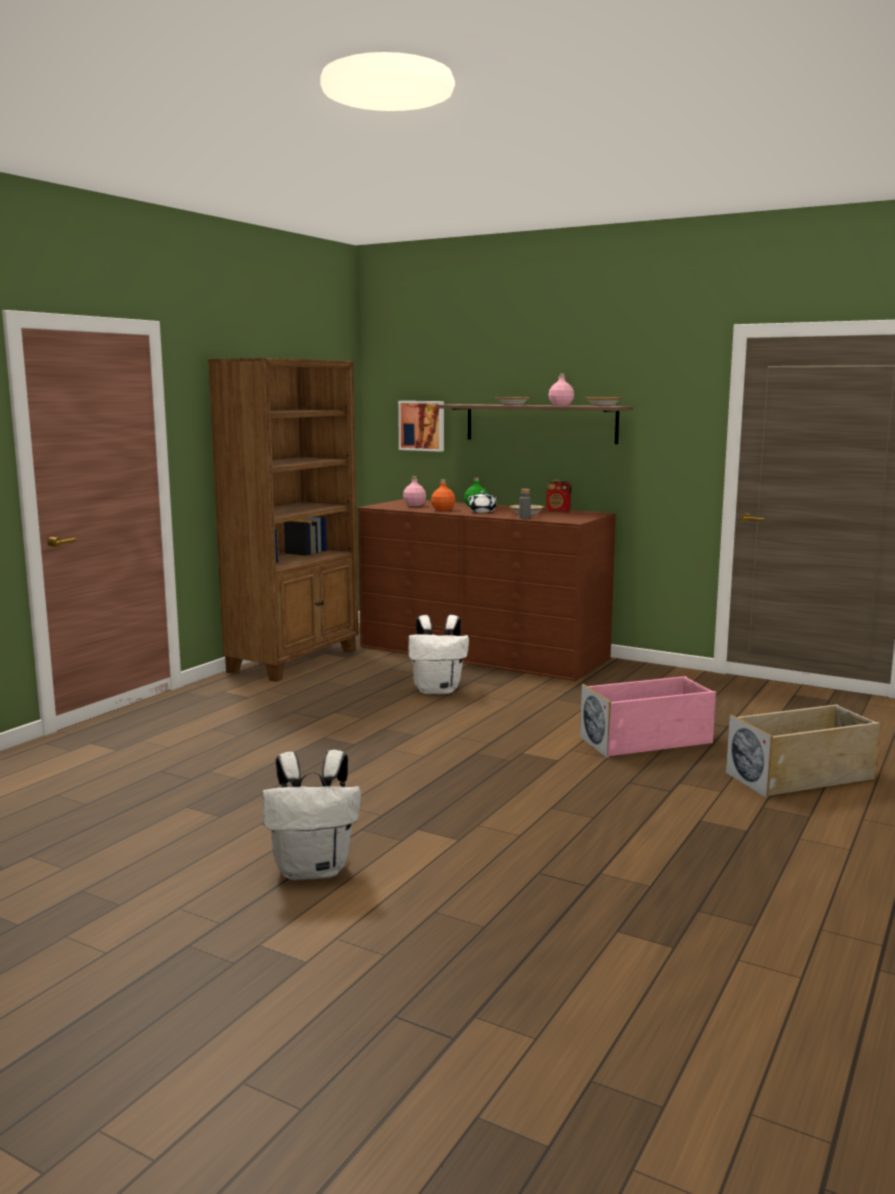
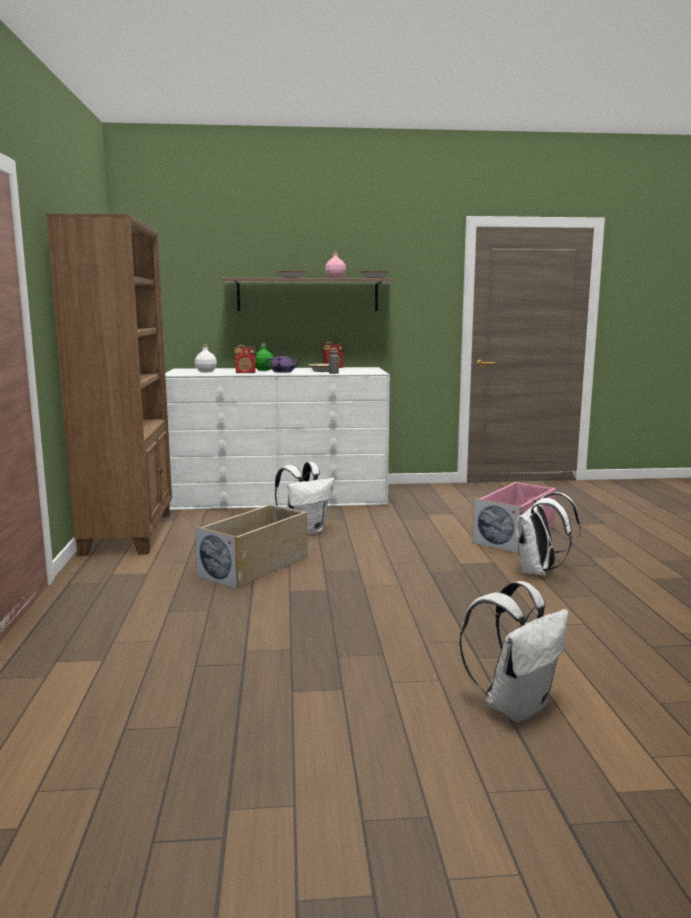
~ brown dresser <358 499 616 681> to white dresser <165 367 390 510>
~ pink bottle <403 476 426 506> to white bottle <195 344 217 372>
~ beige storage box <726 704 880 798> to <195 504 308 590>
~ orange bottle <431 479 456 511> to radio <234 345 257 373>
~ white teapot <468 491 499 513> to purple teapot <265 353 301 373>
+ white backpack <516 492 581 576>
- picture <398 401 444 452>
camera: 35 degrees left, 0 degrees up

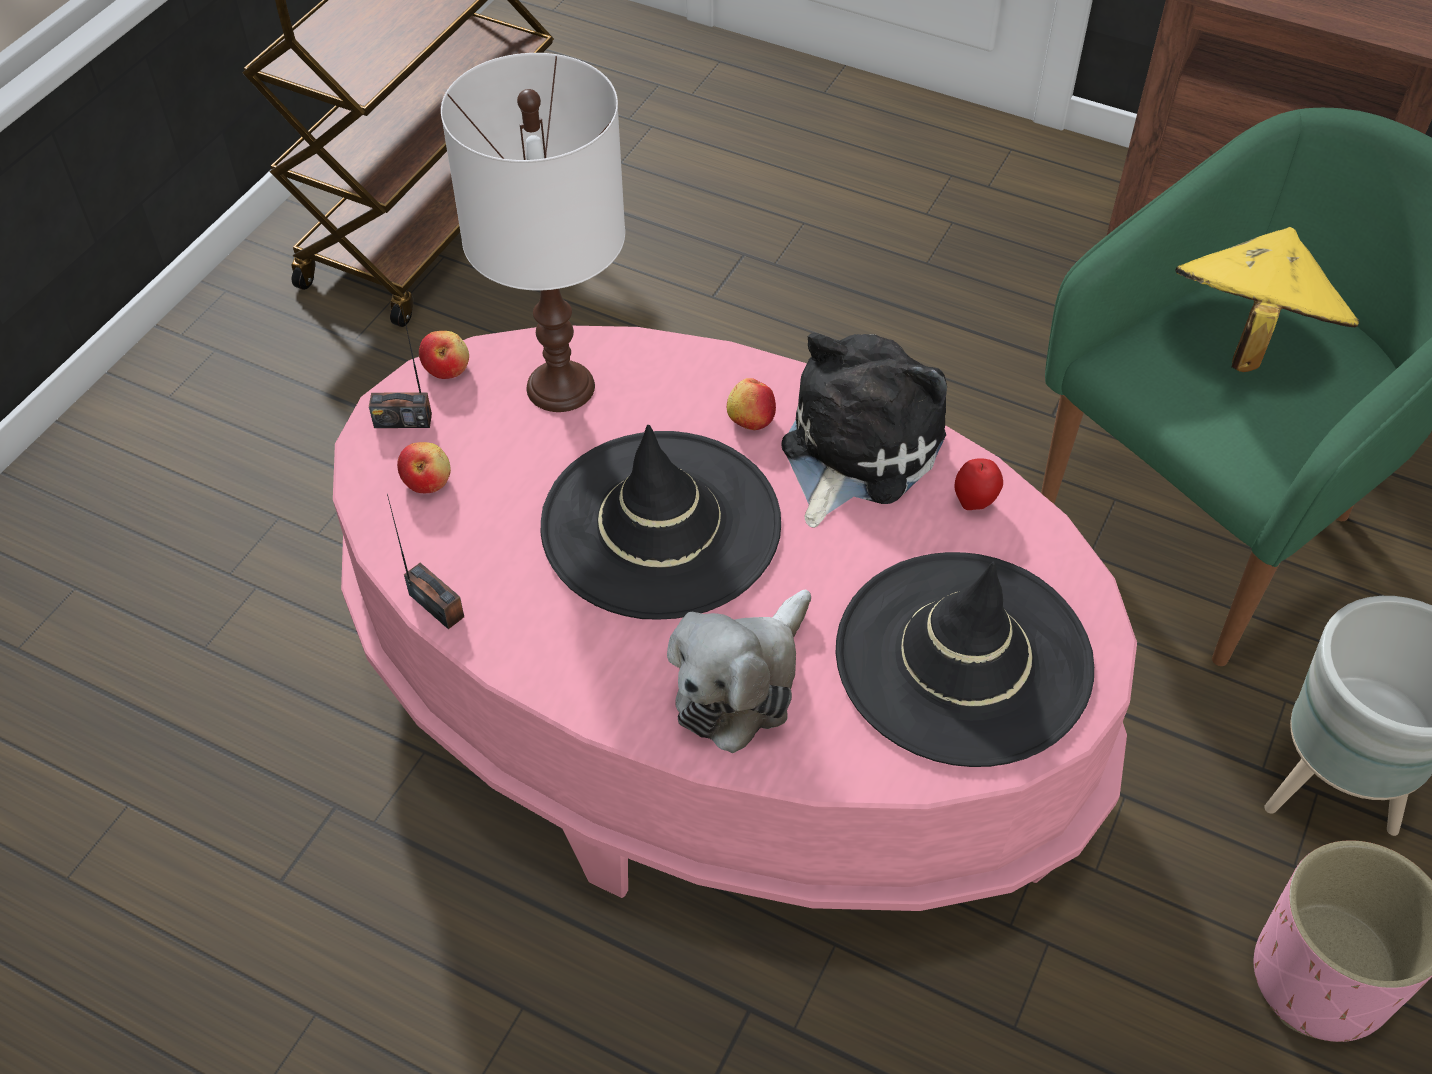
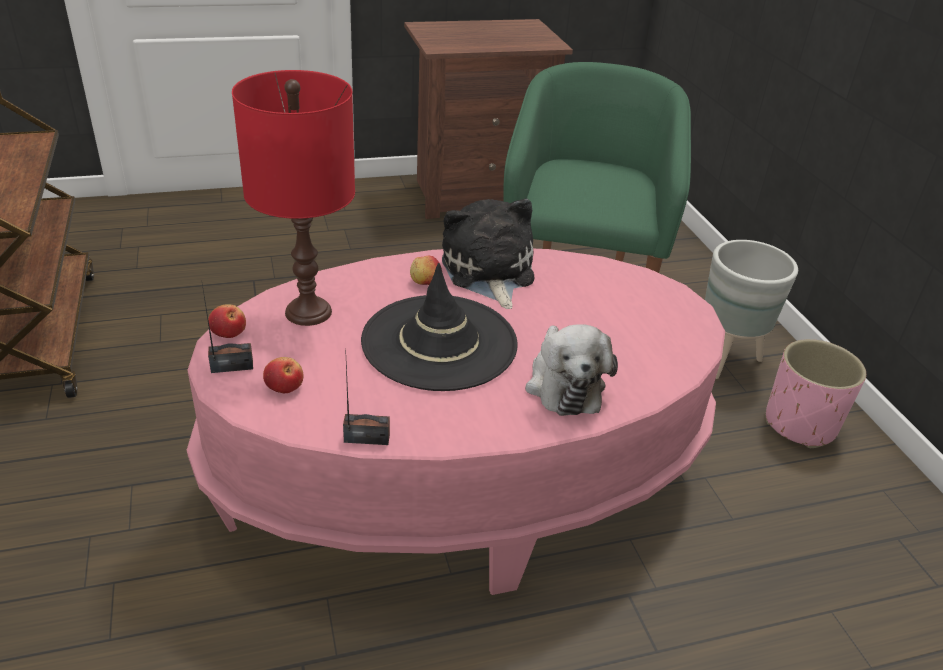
~ radio <369 304 432 428> = <201 280 253 373> 150 degrees counterclockwise
~ white table lamp <441 53 625 412> to red table lamp <232 70 355 326>
- black hat <835 552 1094 767>
- apple <955 458 1003 510>
- yellow hat <1175 227 1359 372>
camera: 45 degrees left, 15 degrees down

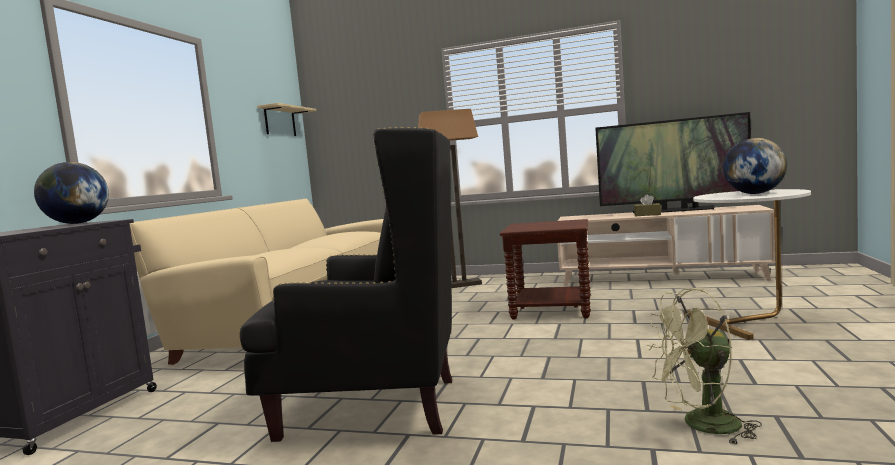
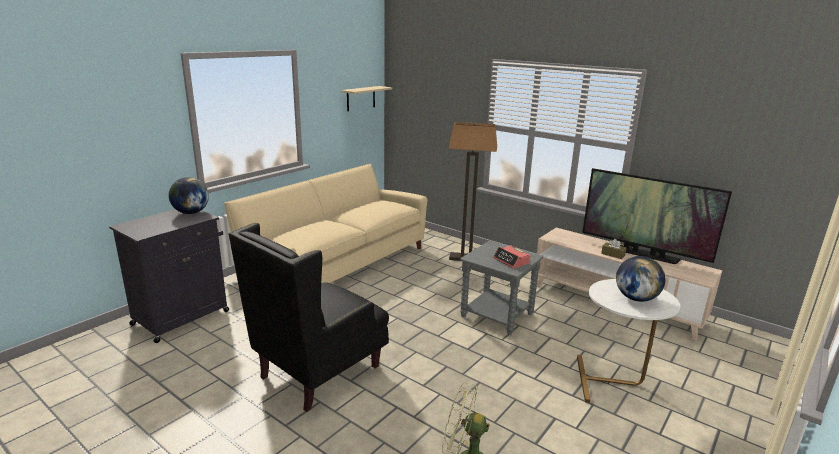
~ black armchair <240 127 452 442> = <228 223 389 412> 105 degrees clockwise
~ brown side table <500 219 591 320> to grey side table <460 241 543 335>
+ alarm clock <493 245 531 268>
camera: 20 degrees right, 15 degrees up

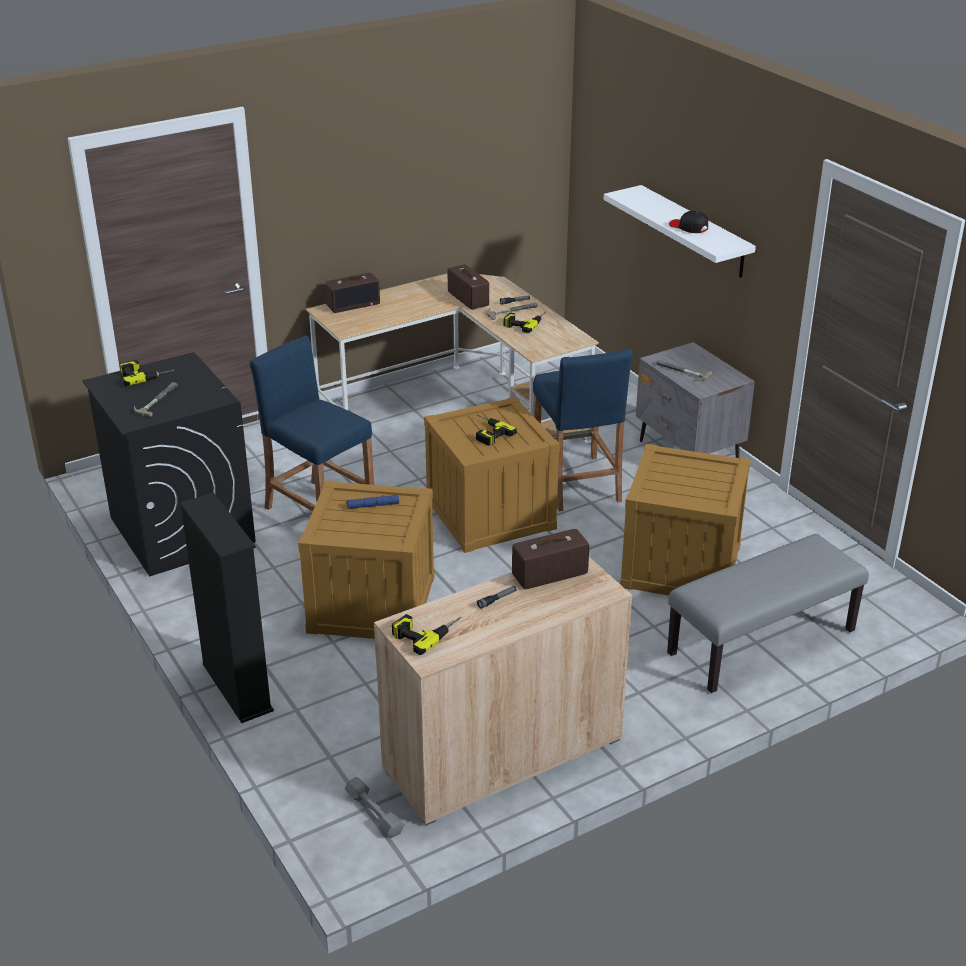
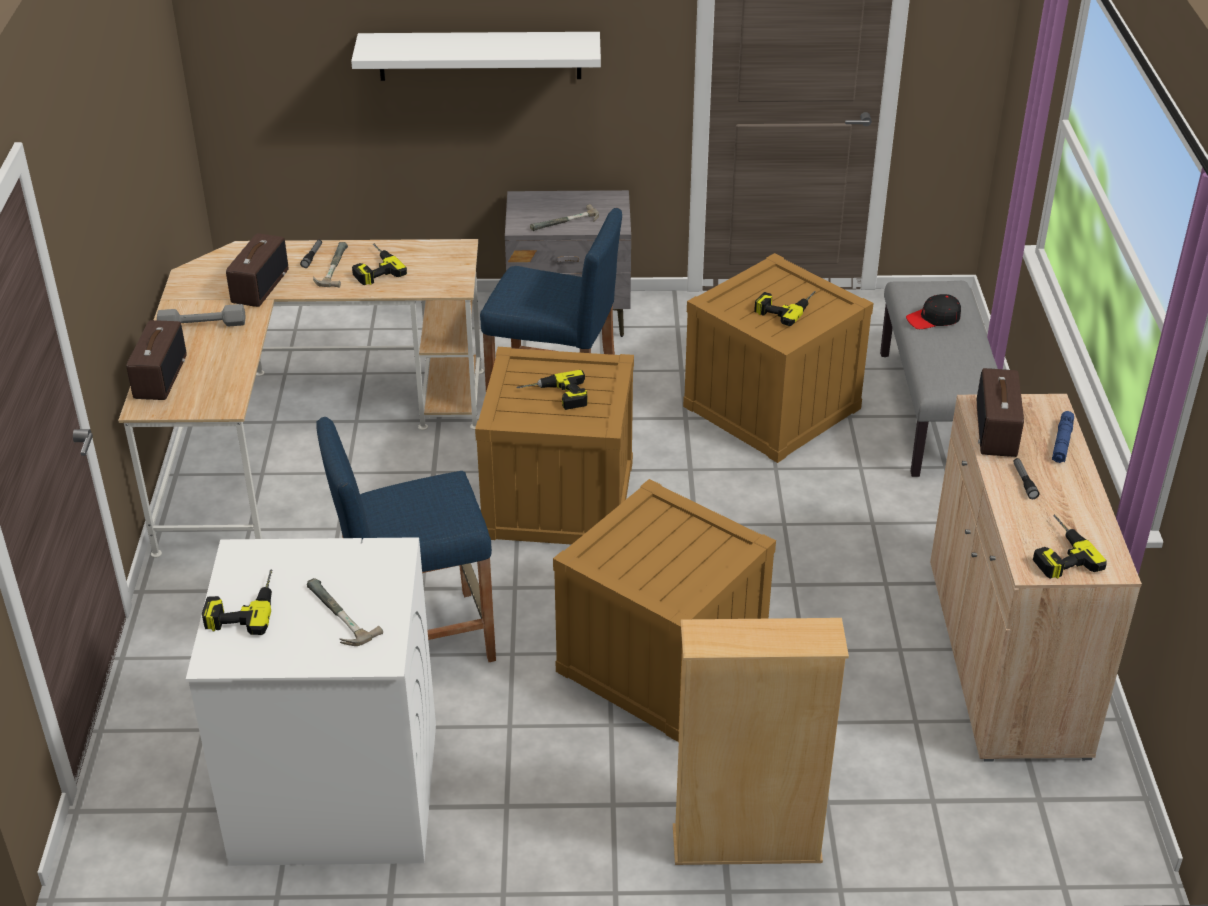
~ grey dumbbell <345 777 404 838> to <157 304 245 326>
~ black washing machine <82 352 256 577> to white washing machine <186 537 436 866>
~ radio <448 264 489 310> = <226 233 288 307> 105 degrees clockwise
~ black bookcase <180 493 274 723> to beige bookcase <673 618 849 865>
+ power drill <754 291 815 326>
~ black cap <669 211 708 233> to <906 294 961 329>
~ blue flashlight <346 495 399 509> to <1052 411 1074 463>
camera: 60 degrees left, 5 degrees up

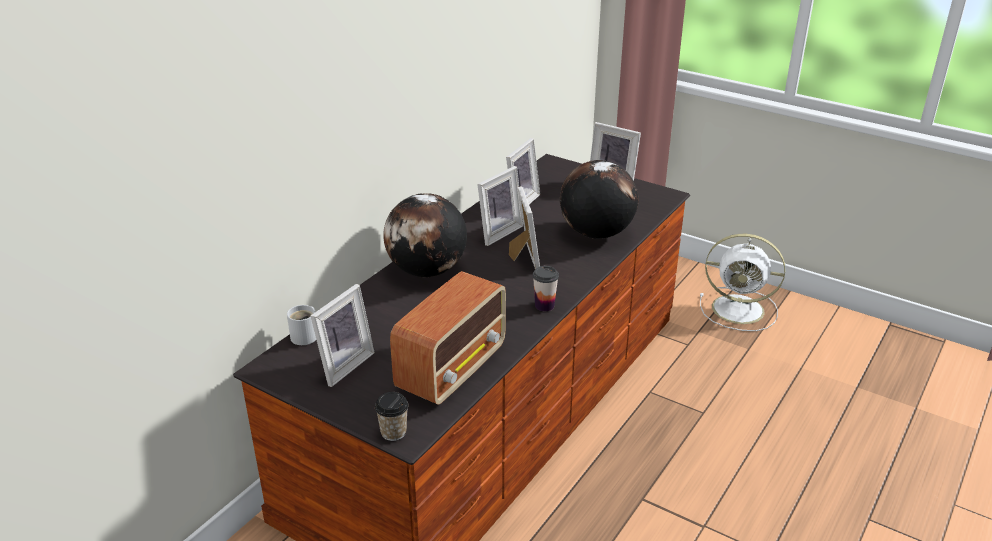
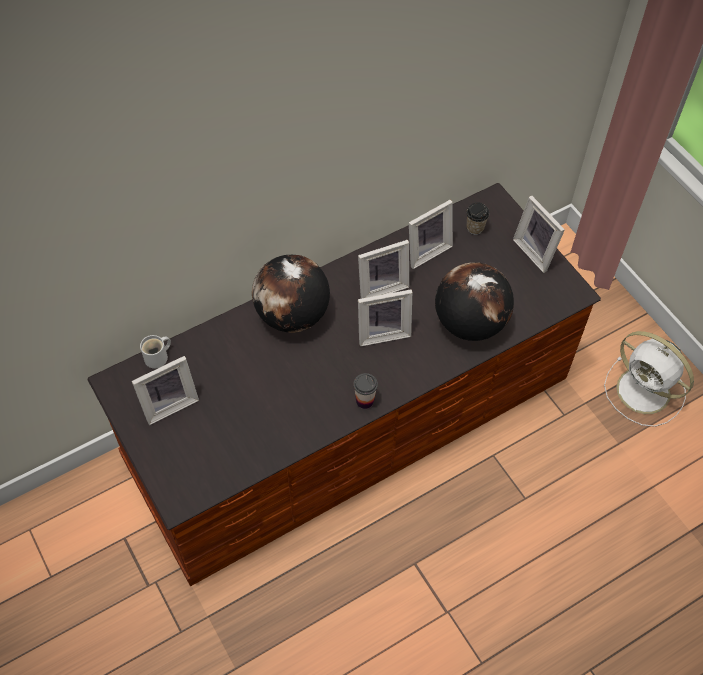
~ picture frame <509 186 540 269> = <358 289 412 346> 60 degrees clockwise
~ cup <375 392 408 441> to <466 203 489 235>
- radio <390 271 506 405>
camera: 25 degrees right, 25 degrees up

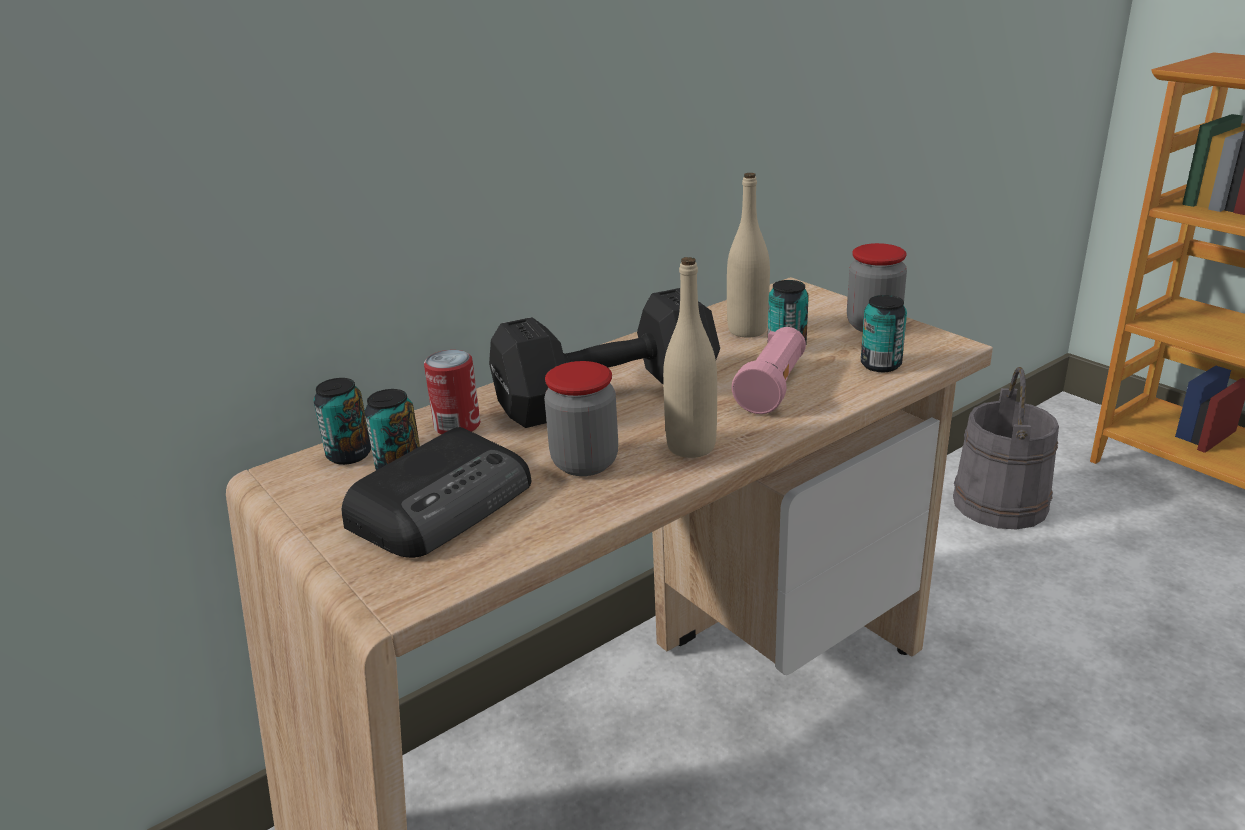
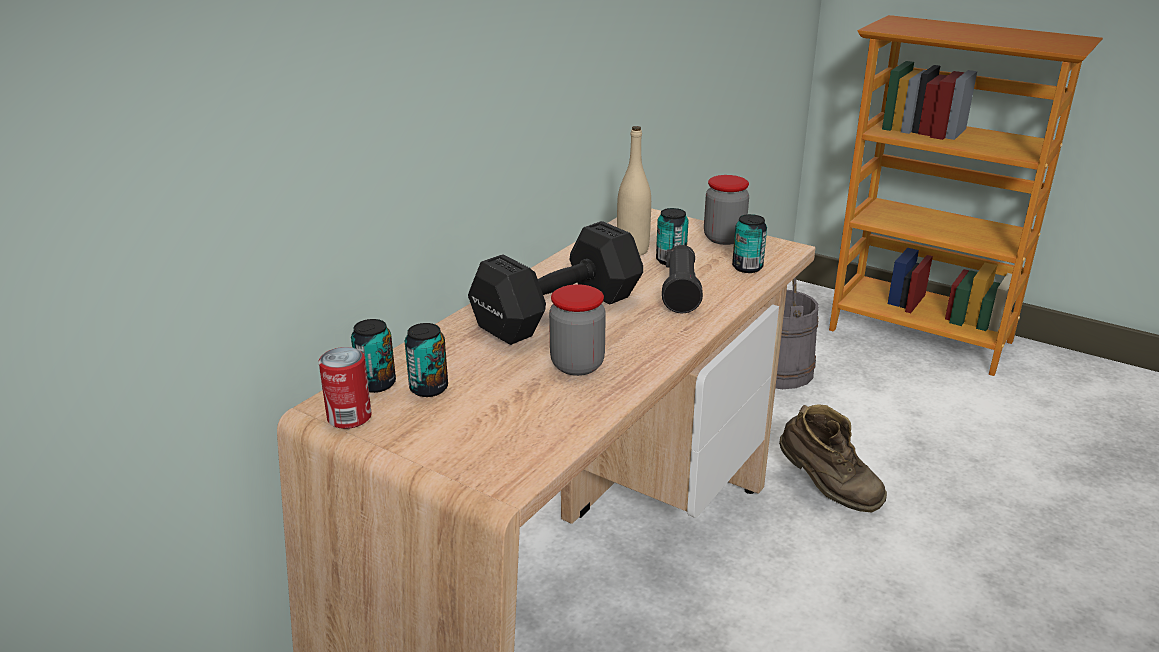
~ can <424 350 480 434> to <318 347 372 429>
~ pink flashlight <732 327 806 414> to black flashlight <662 245 703 314>
+ brown boot <779 404 887 513>
- radio <342 427 532 558>
- beige bottle <663 257 717 458>
camera: 20 degrees left, 0 degrees up

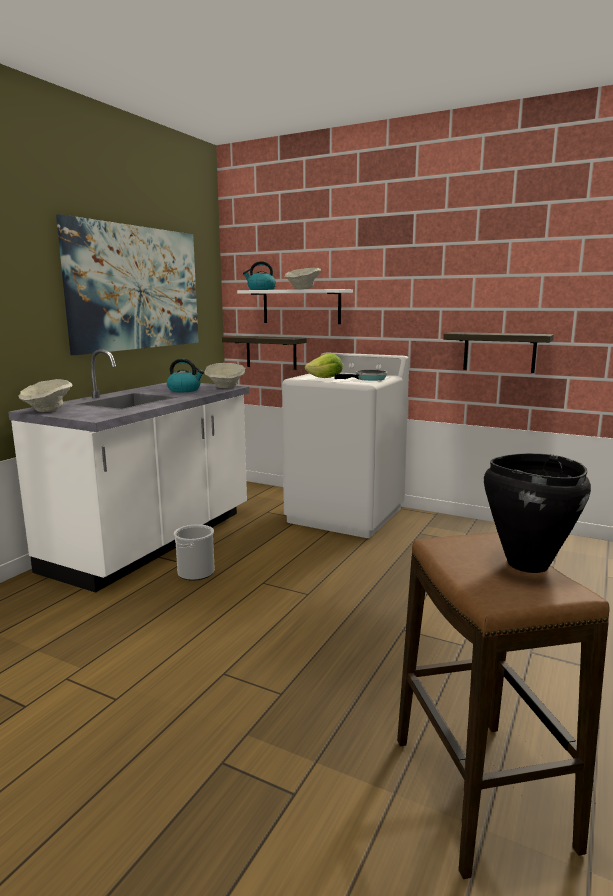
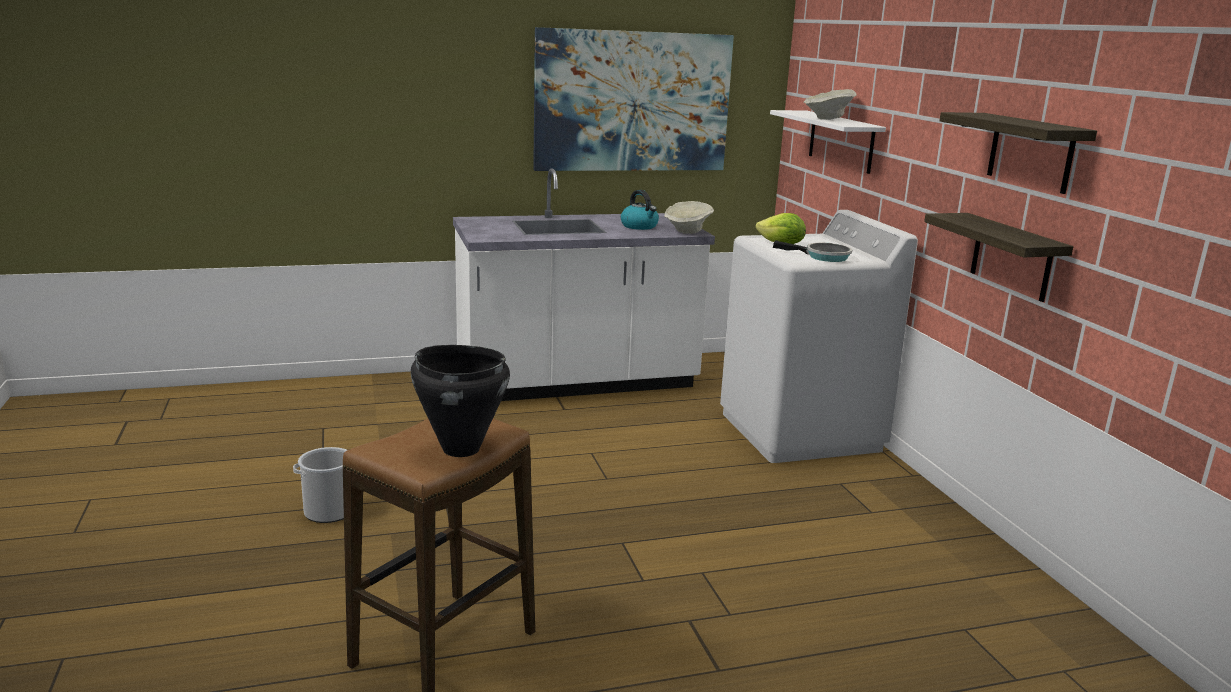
~ bucket <174 524 215 581> to <293 447 347 523>
~ shelf <222 336 307 370> to <939 112 1097 194>
- beige bowl <18 379 72 412>
- kettle <243 261 276 290>
camera: 45 degrees right, 5 degrees up

